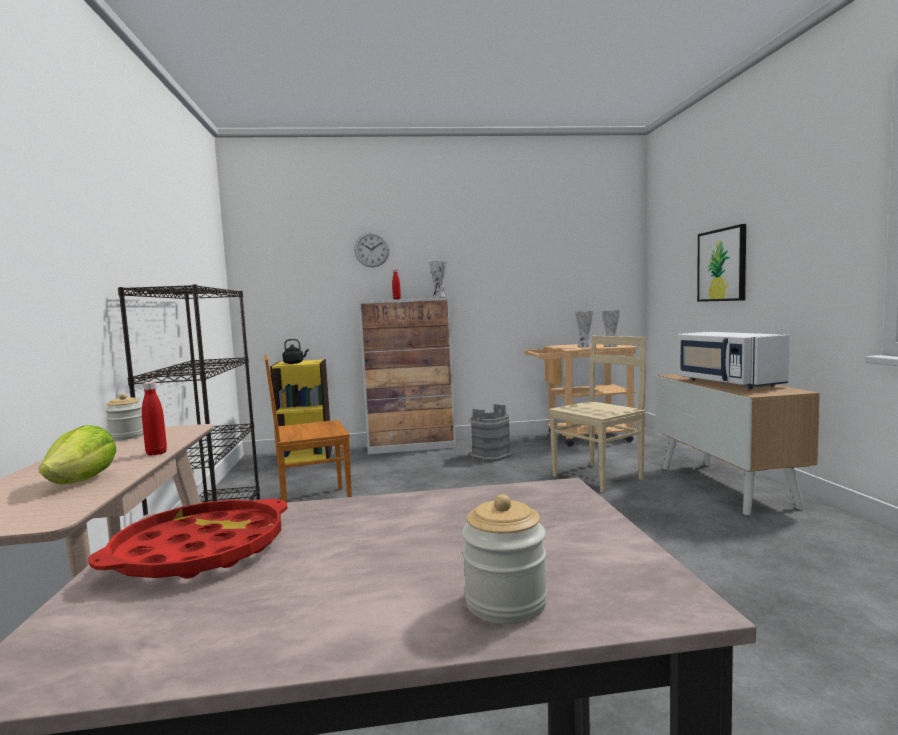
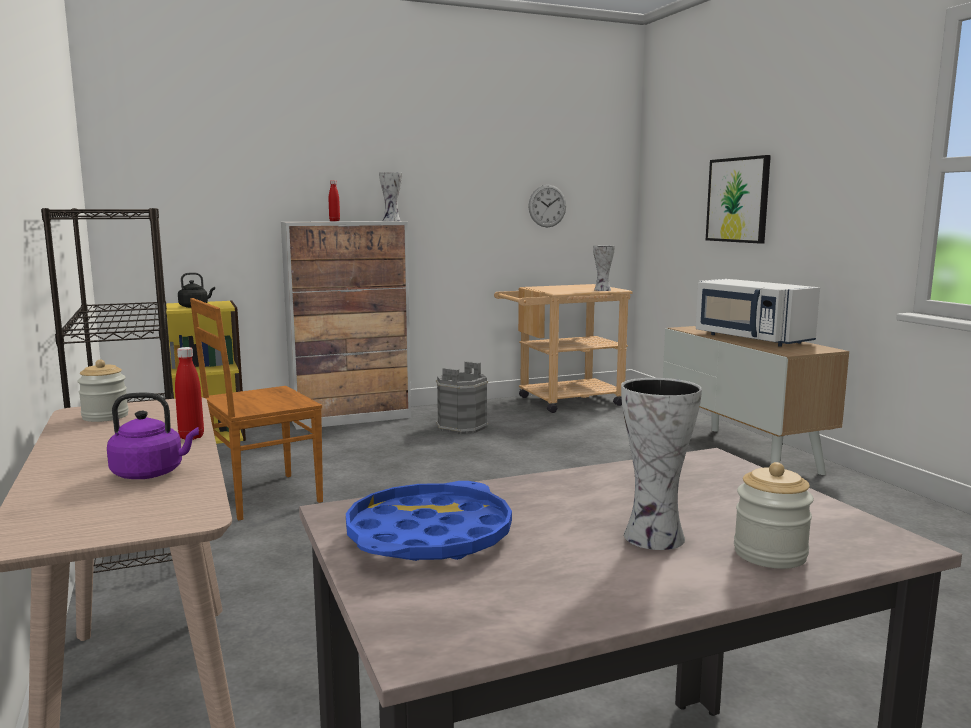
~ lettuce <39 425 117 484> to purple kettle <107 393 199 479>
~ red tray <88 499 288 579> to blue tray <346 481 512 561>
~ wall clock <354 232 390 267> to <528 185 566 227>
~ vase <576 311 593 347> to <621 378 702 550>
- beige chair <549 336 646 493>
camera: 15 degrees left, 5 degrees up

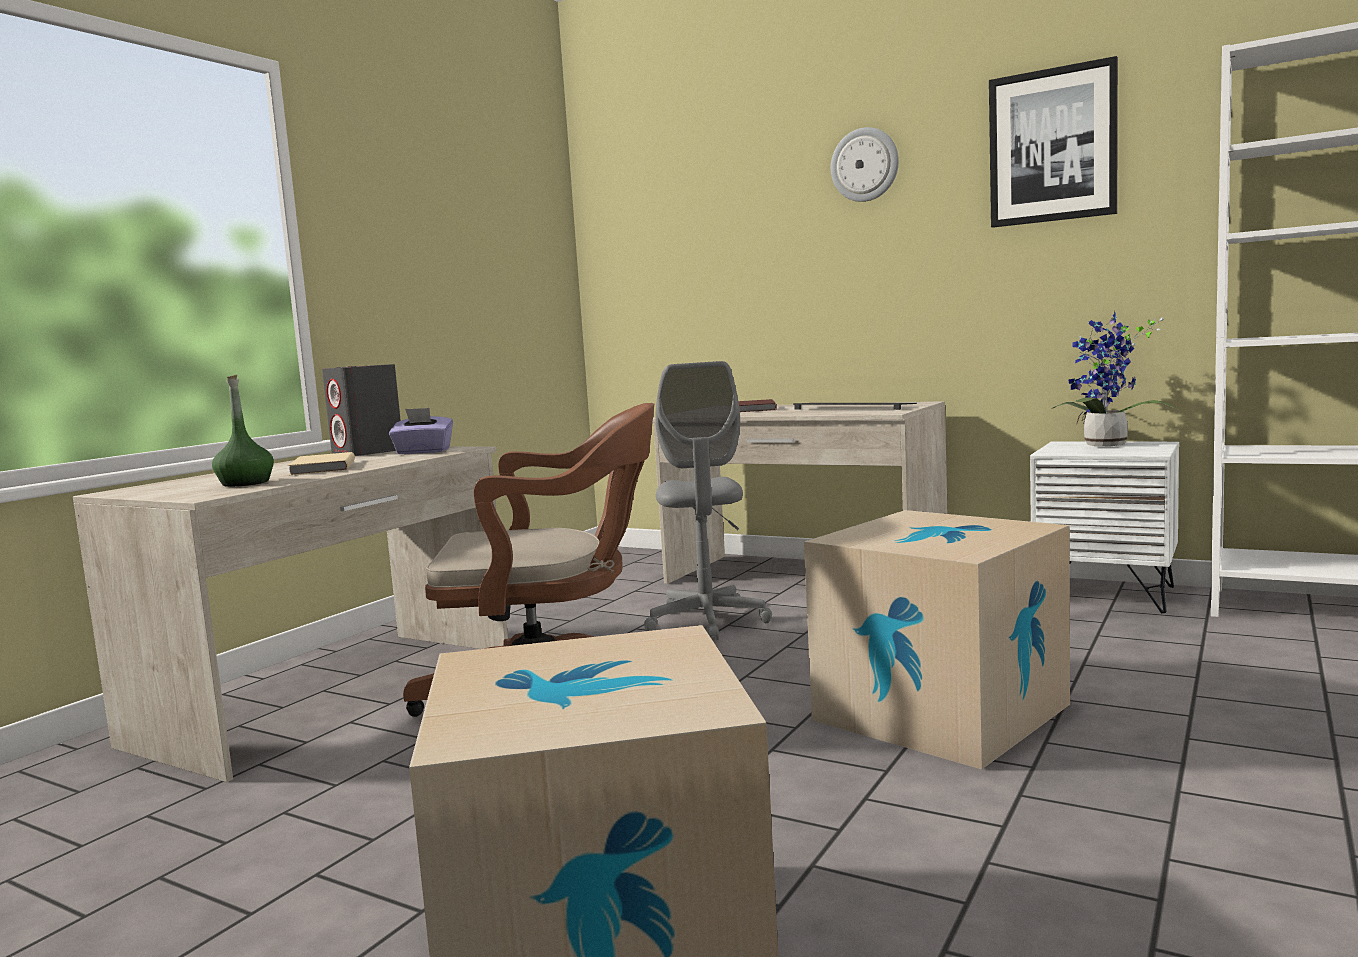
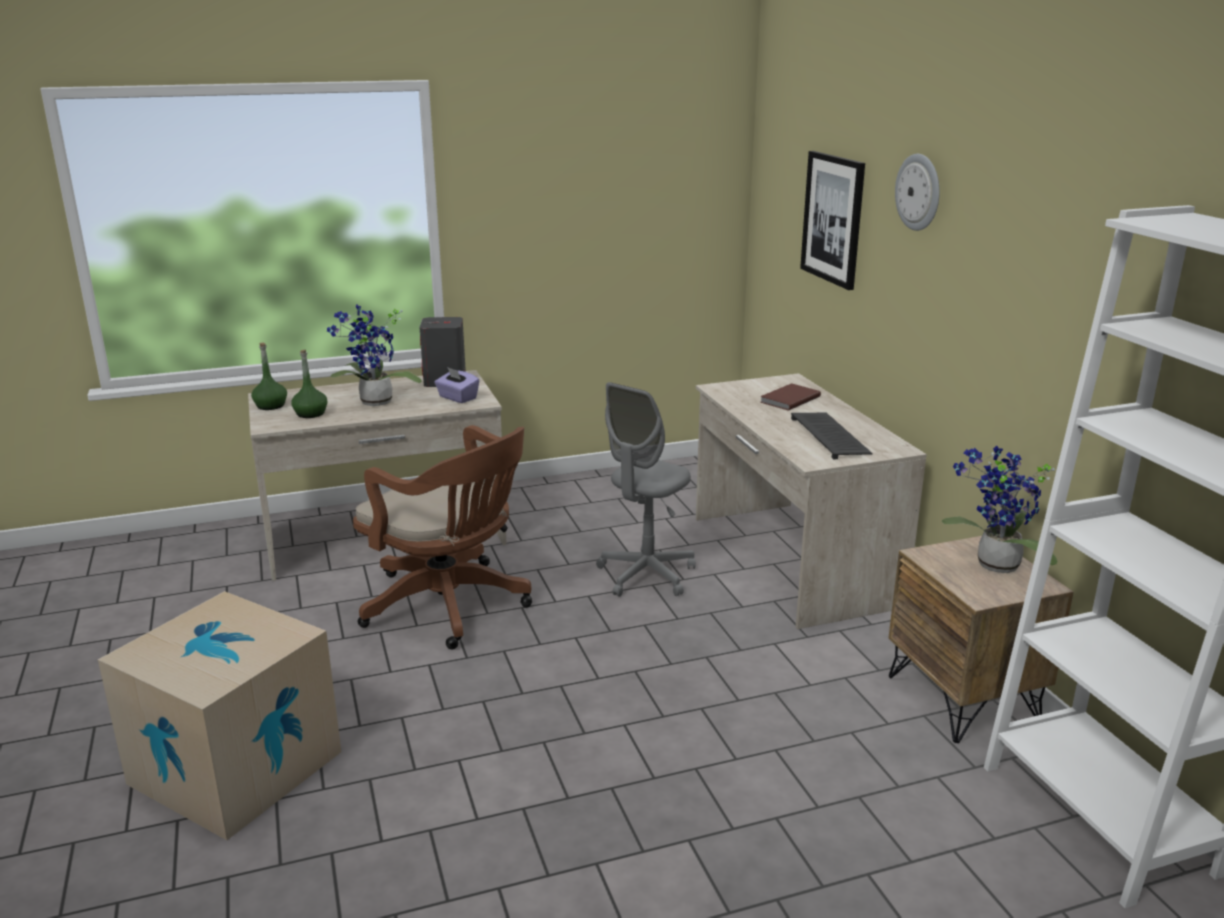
+ green bottle <251 343 287 410>
~ beige book <288 452 355 475> to potted plant <327 304 422 406>
~ picture <989 56 1118 228> to <800 151 865 290>
~ white nightstand <1030 442 1179 613> to brown nightstand <888 536 1074 743>
- cardboard box <804 510 1070 770>
camera: 40 degrees right, 15 degrees up

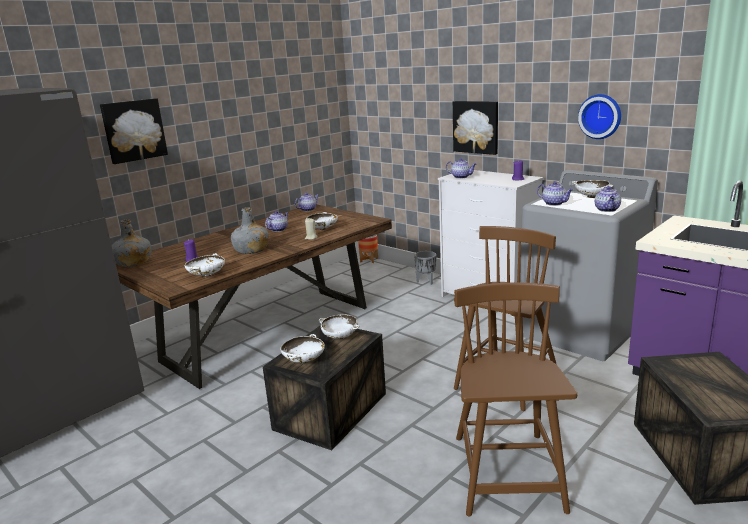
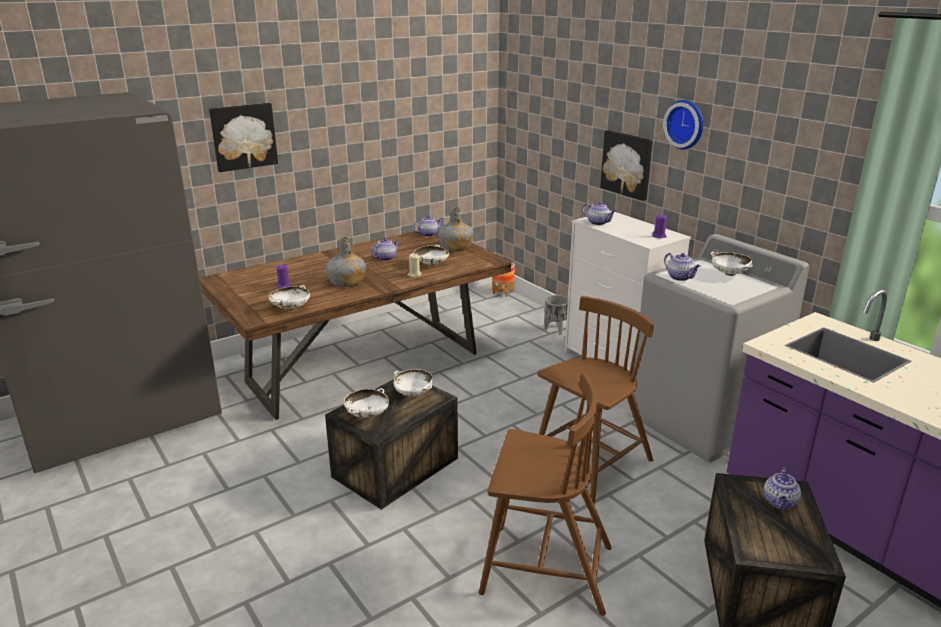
~ grey bottle <112 219 151 267> to <438 207 473 251>
~ brown chair <454 283 577 516> = <479 373 612 616> 90 degrees clockwise
~ wall clock <578 94 621 139> to <663 100 703 149>
~ teapot <595 186 621 212> to <764 467 801 510>
camera: 10 degrees right, 5 degrees up

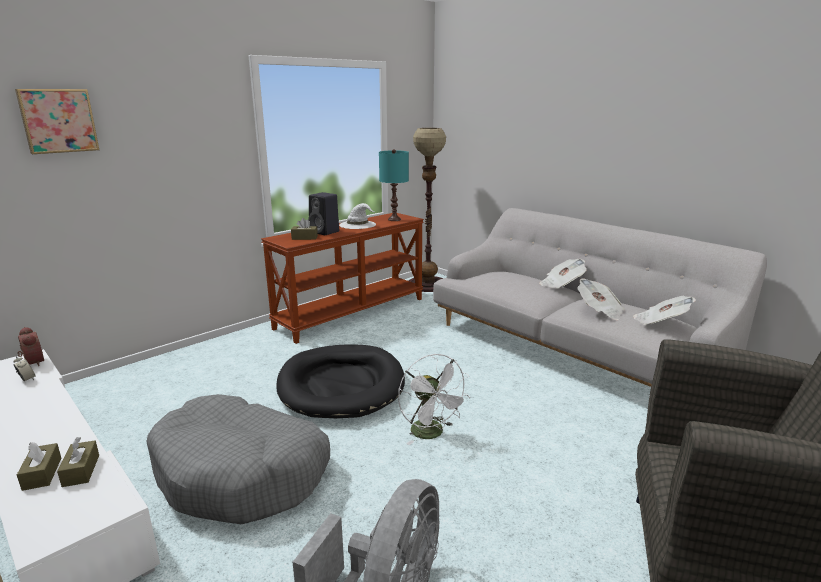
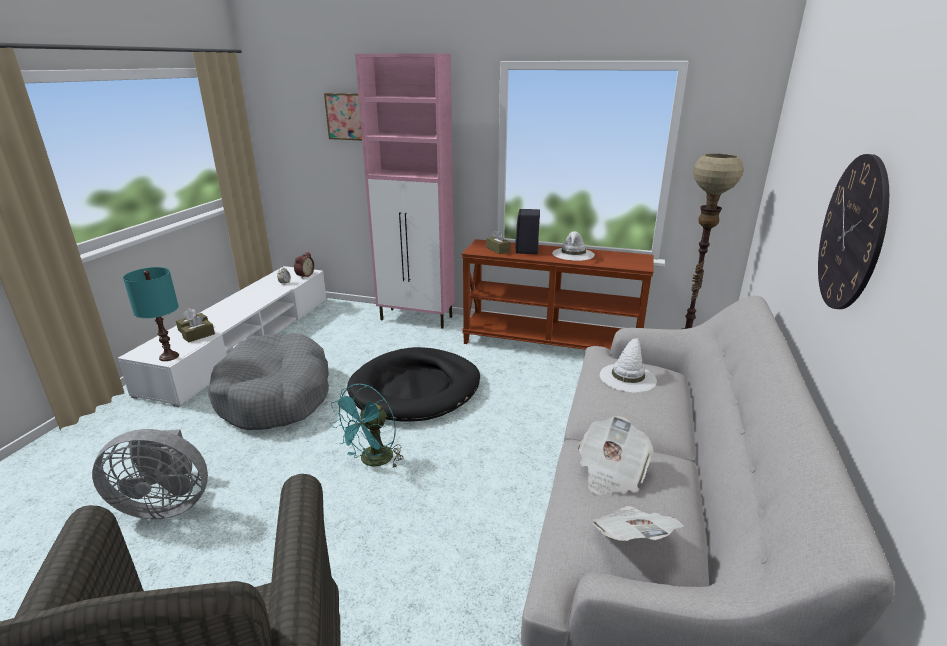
~ turquoise table lamp <379 149 409 221> to <123 267 179 361>
~ white fan <398 354 470 445> to turquoise fan <330 384 404 468>
+ pink cabinet <355 53 455 328>
+ white hat <600 338 657 393>
+ wall clock <818 154 889 309>
- newspaper <539 259 587 289>
camera: 60 degrees right, 5 degrees up

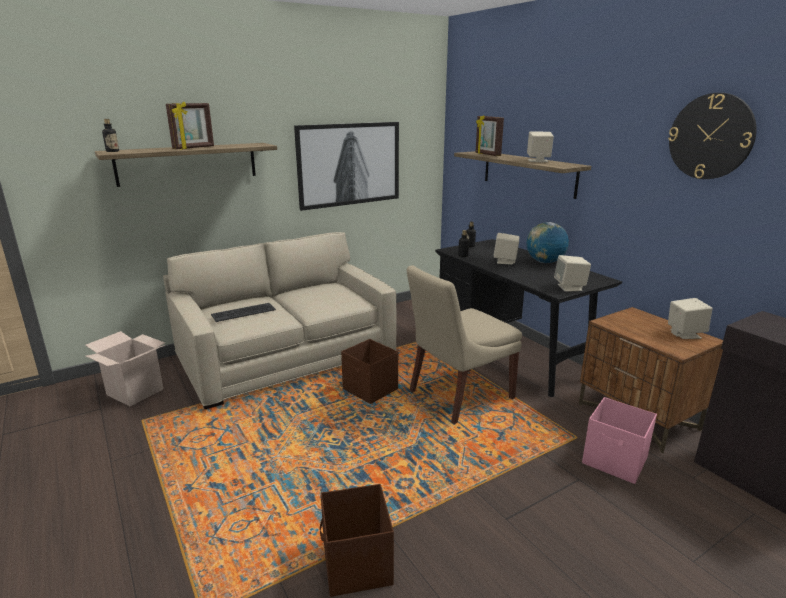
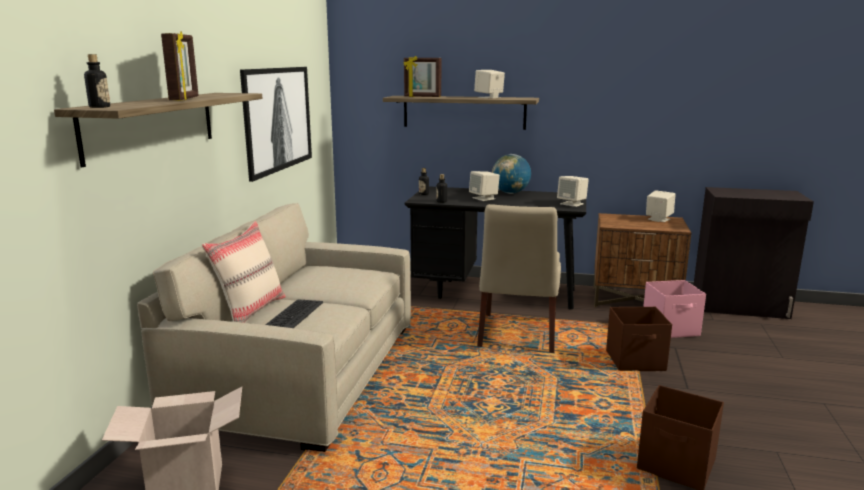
+ beige pillow <202 221 286 323>
~ brown storage box <341 339 398 404> to <606 307 672 371>
- wall clock <668 93 757 179>
camera: 45 degrees left, 5 degrees down

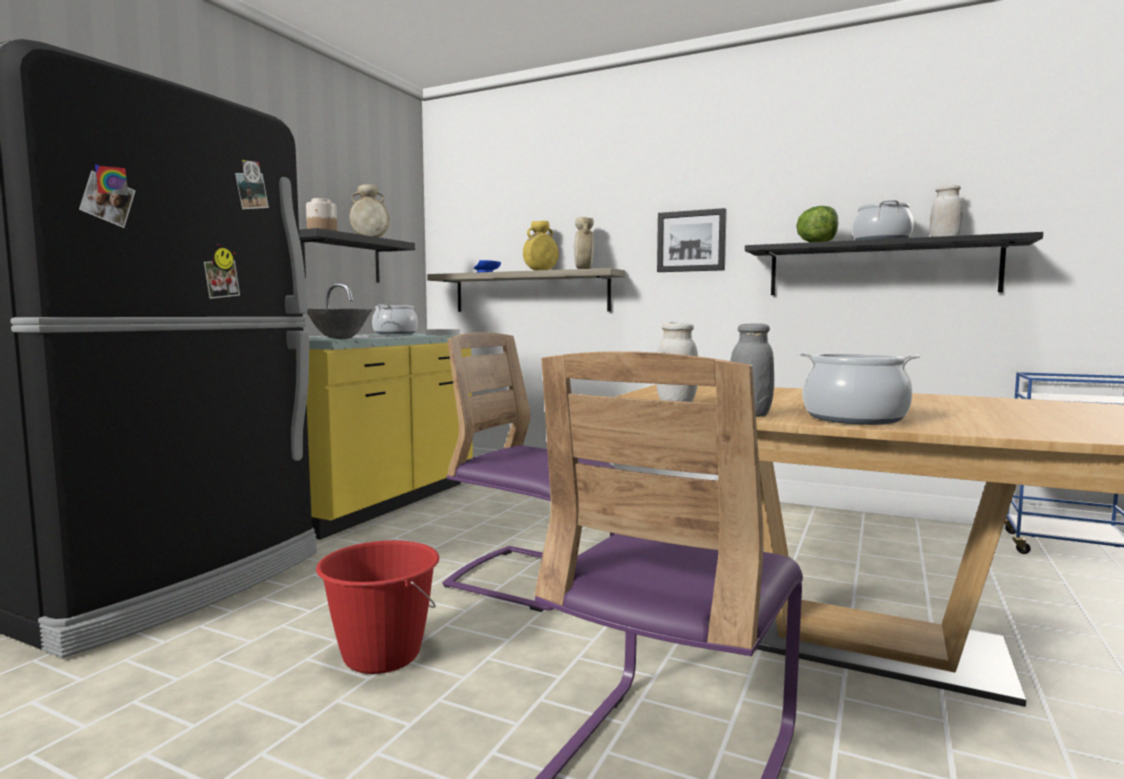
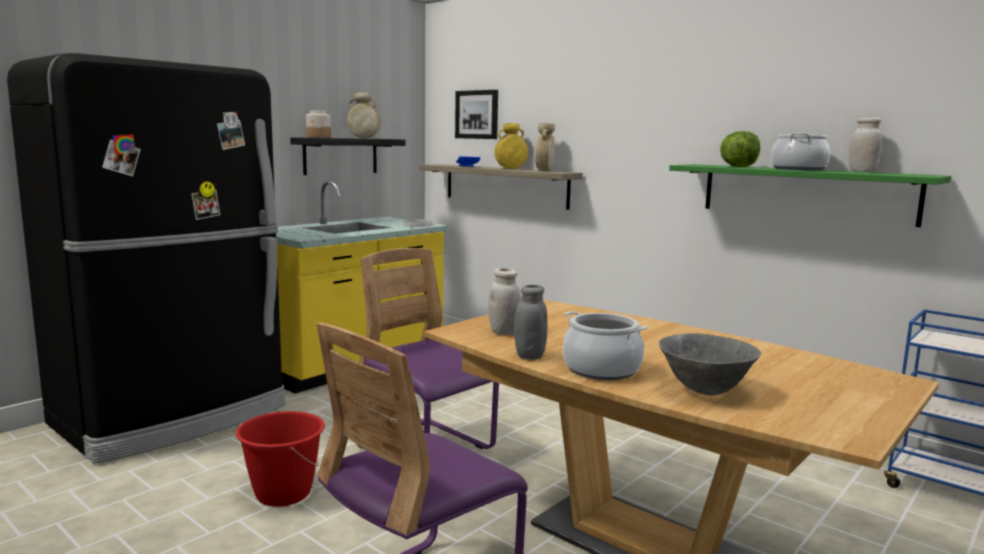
~ picture <657 208 727 272> to <455 90 498 139>
~ grey bowl <307 308 373 339> to <659 334 761 395>
~ black shelf <745 232 1043 295> to green shelf <669 164 951 227>
- cooking pot <372 304 418 334>
camera: 15 degrees right, 5 degrees up

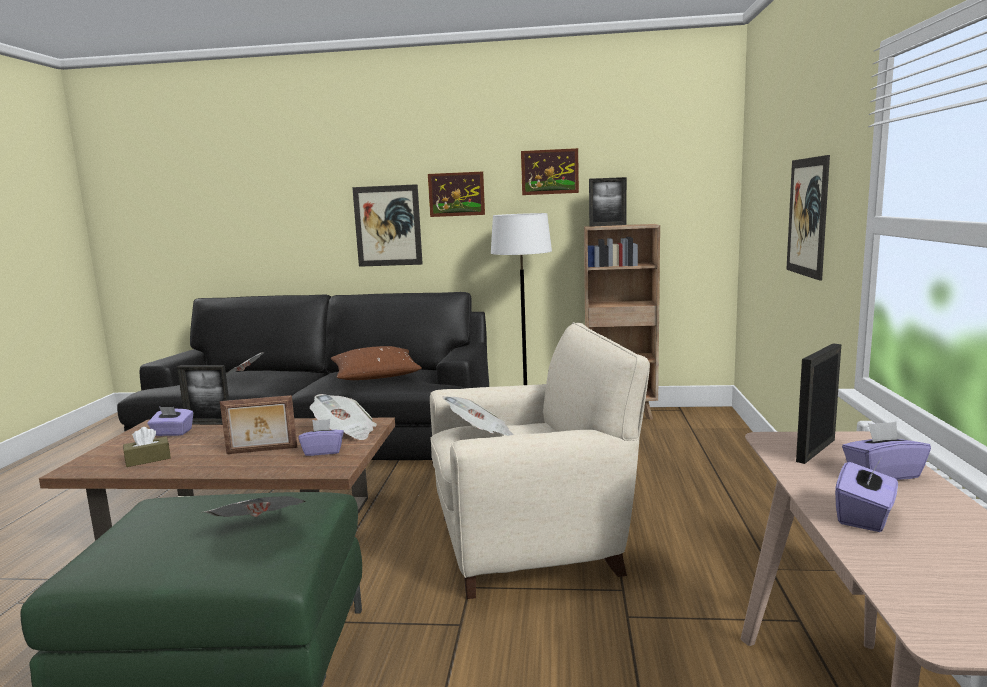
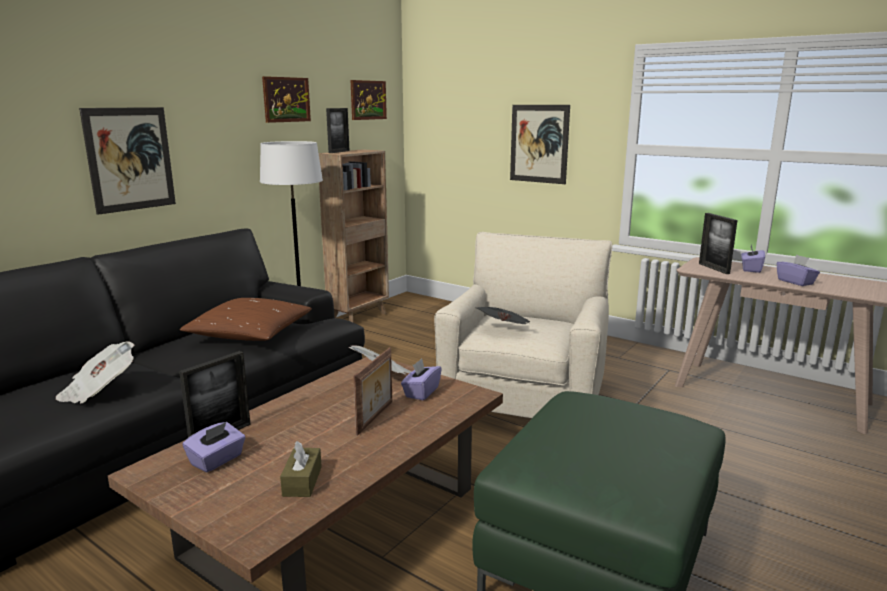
~ picture <428 171 485 217> to <350 80 387 120>
- newspaper <204 496 305 517>
camera: 60 degrees left, 5 degrees up

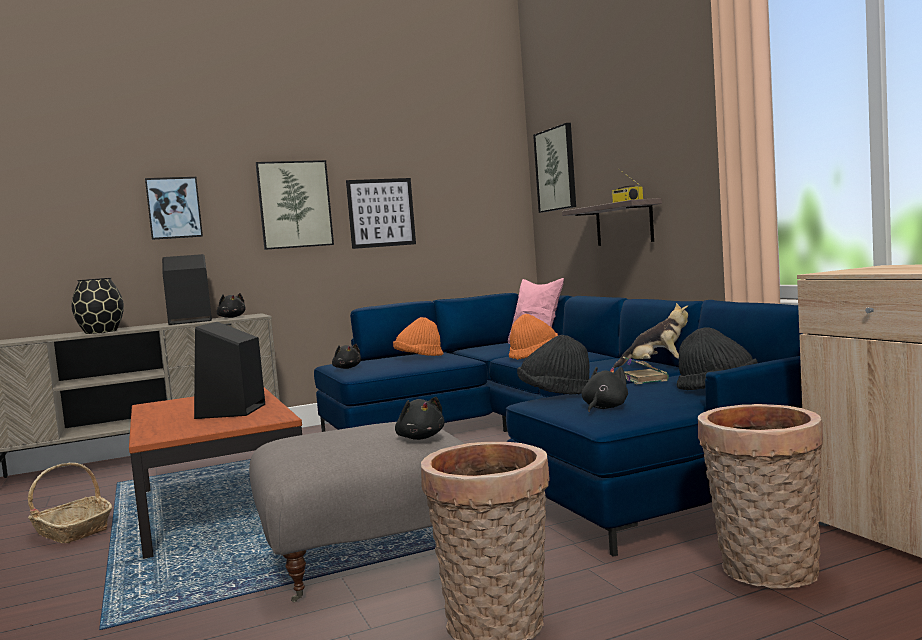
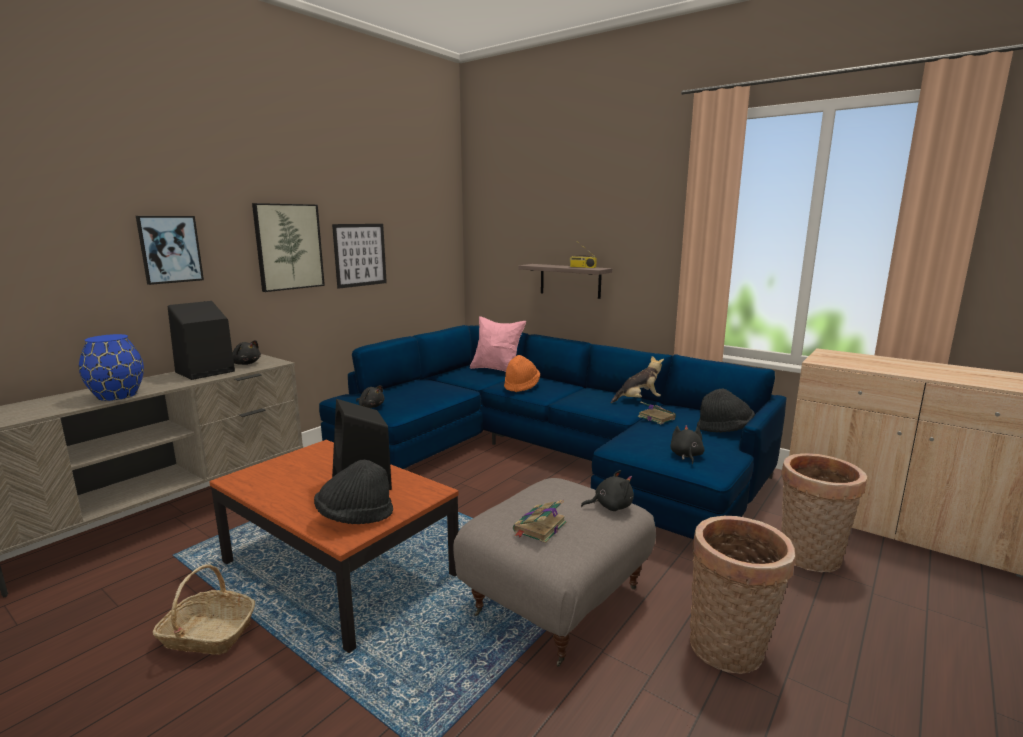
~ black vase <72 278 124 334> to blue vase <79 334 144 401>
~ black hat <517 335 590 395> to <314 460 393 524>
+ book <513 500 567 543>
~ black plush toy <395 397 444 440> = <581 470 634 511> 45 degrees counterclockwise
- orange hat <393 317 443 356>
- picture <533 123 576 213>
camera: 30 degrees left, 10 degrees up

